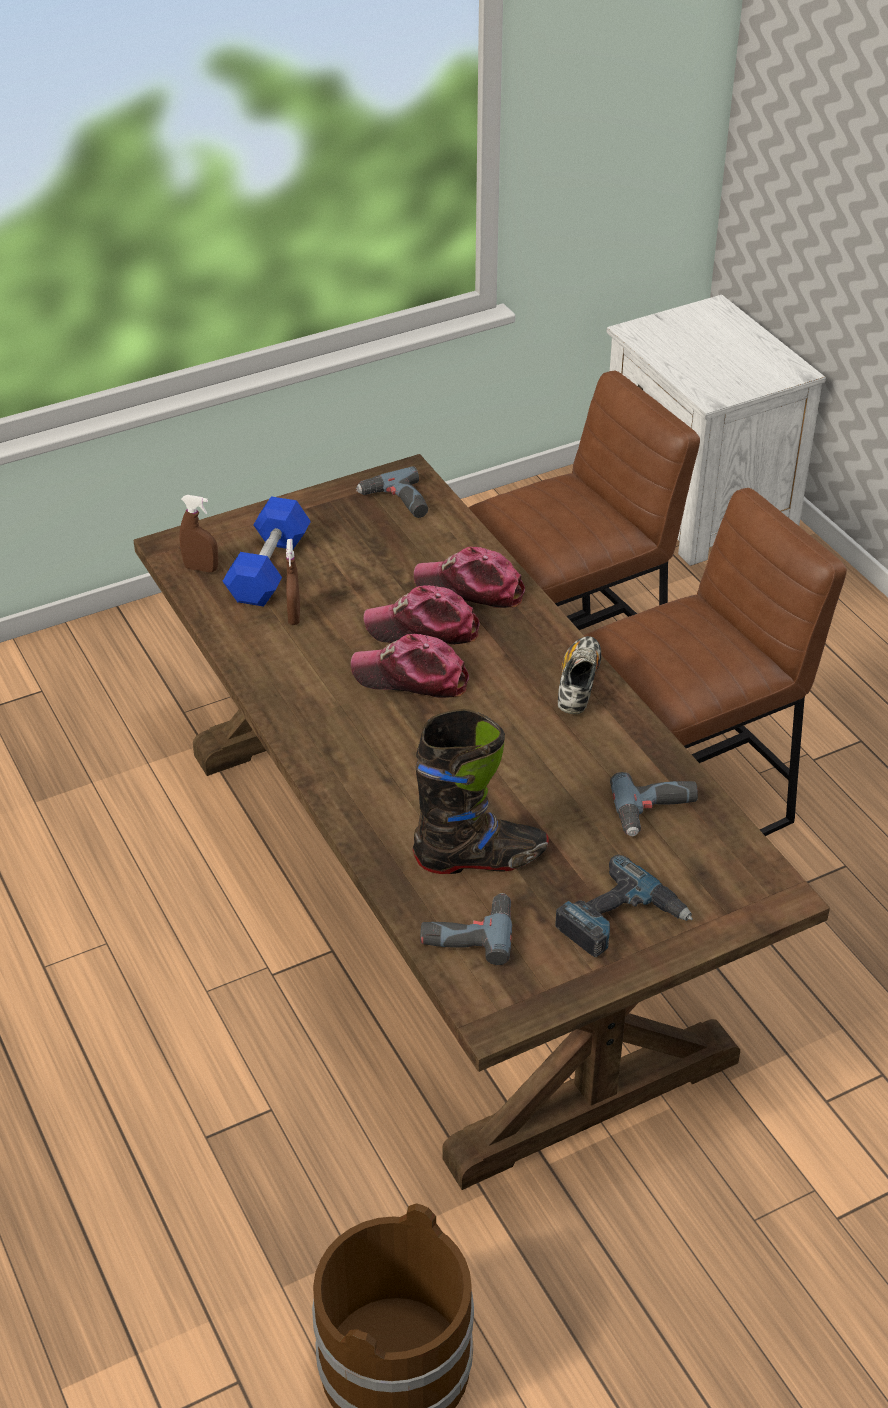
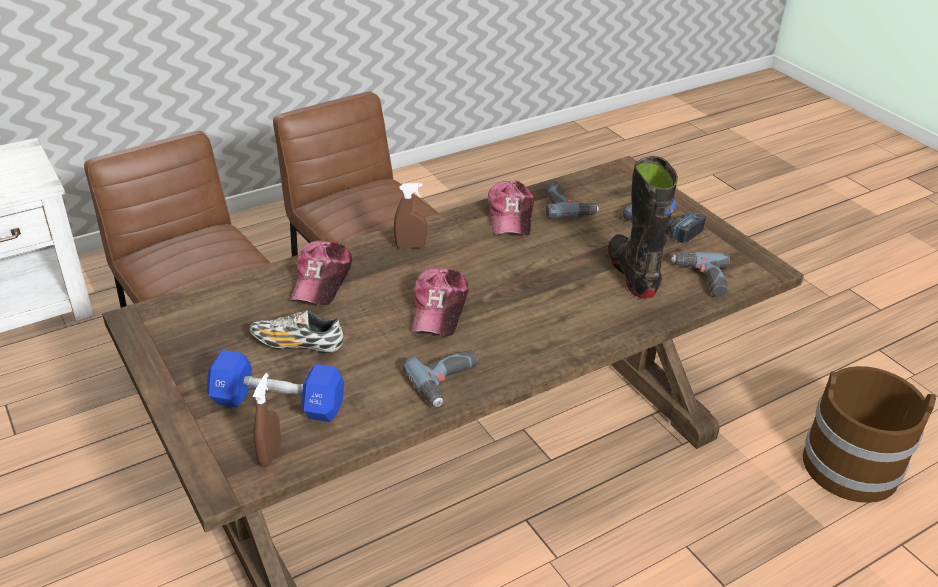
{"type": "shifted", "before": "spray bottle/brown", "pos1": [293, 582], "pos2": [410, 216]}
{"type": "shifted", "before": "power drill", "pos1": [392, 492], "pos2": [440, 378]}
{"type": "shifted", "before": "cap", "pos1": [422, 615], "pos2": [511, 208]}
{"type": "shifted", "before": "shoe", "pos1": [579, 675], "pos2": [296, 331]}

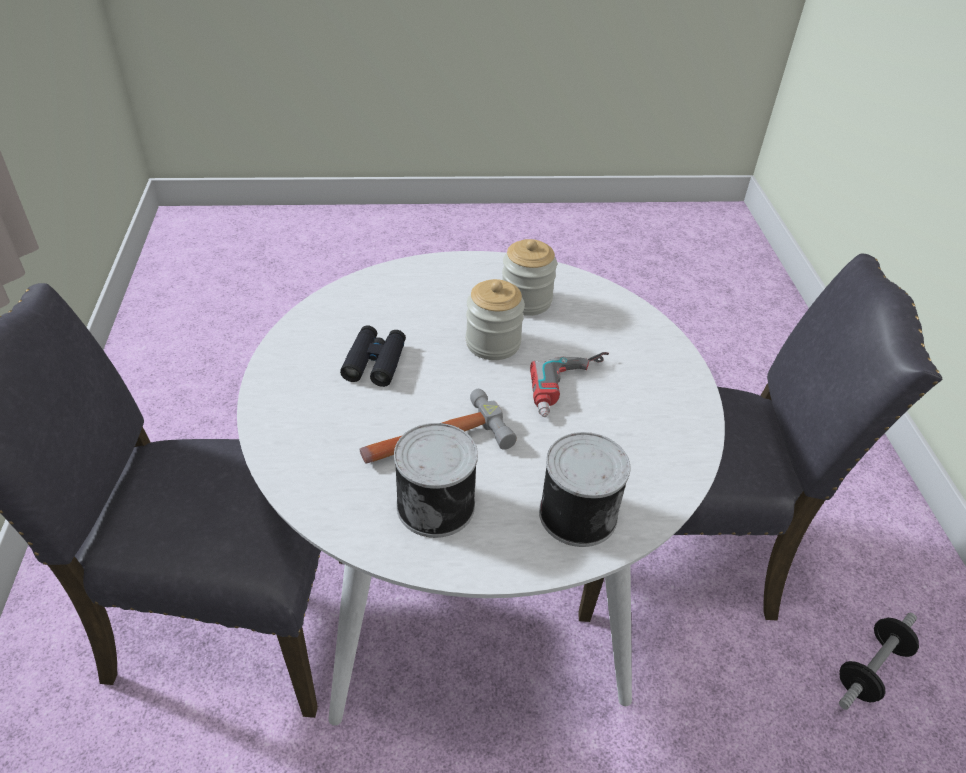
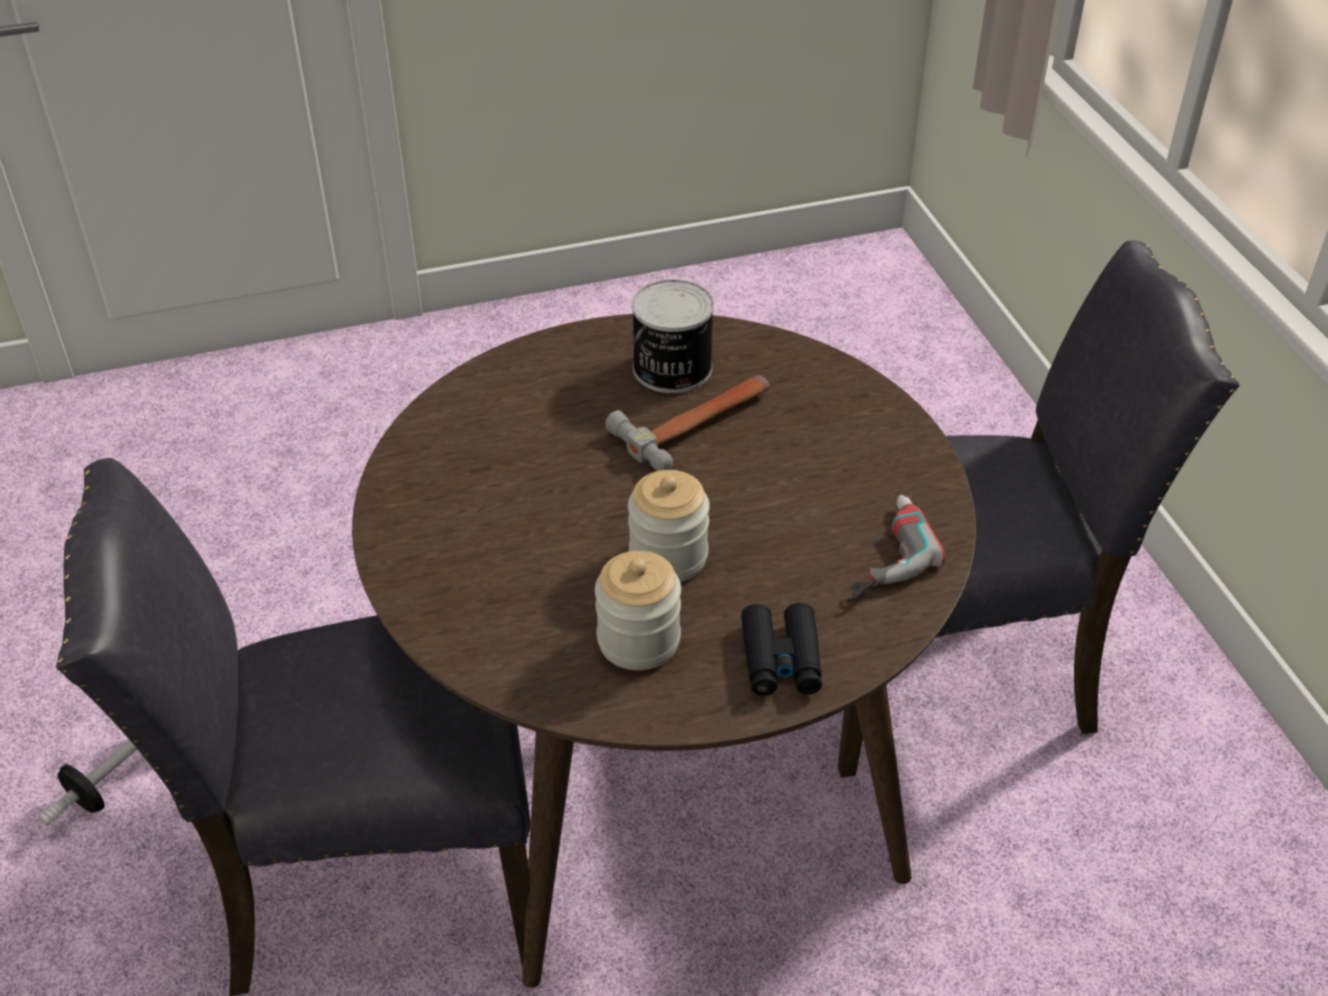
{"type": "gone", "before": "can", "pos1": [584, 489]}
{"type": "shifted", "before": "binoculars/black", "pos1": [373, 356], "pos2": [781, 649]}
{"type": "shifted", "before": "power drill", "pos1": [569, 384], "pos2": [895, 548]}
{"type": "repainted", "before": "dining table/white", "after": "dining table/brown", "pos1": [481, 488], "pos2": [664, 651]}

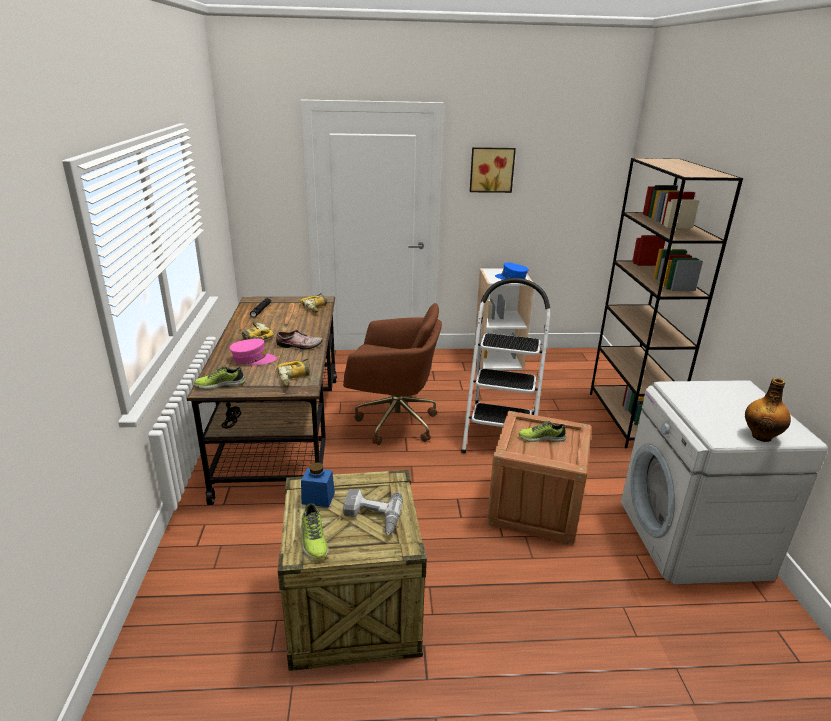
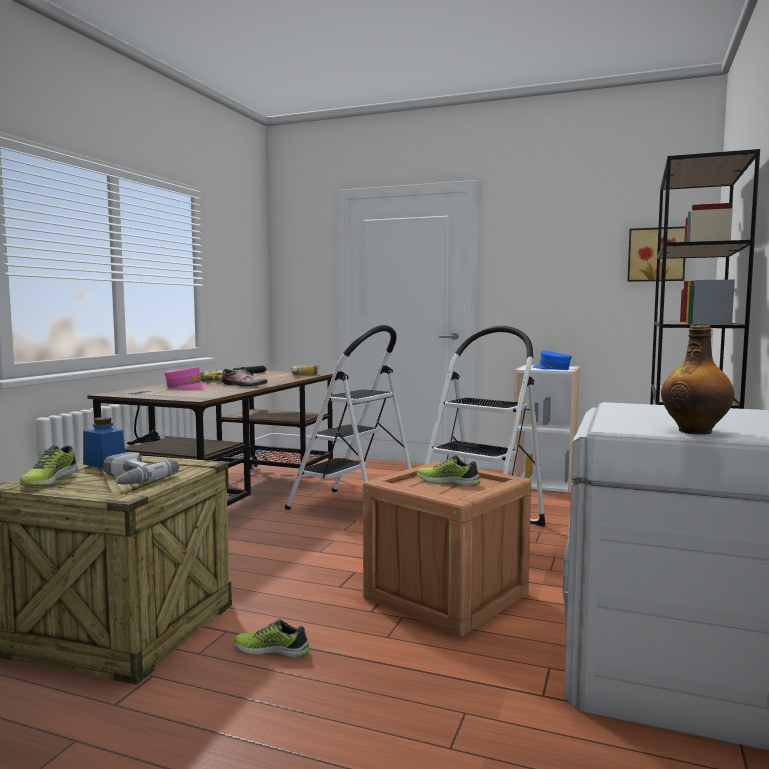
{"type": "gone", "before": "power drill", "pos1": [294, 372]}
{"type": "shifted", "before": "shoe", "pos1": [220, 377], "pos2": [272, 638]}
{"type": "shifted", "before": "picture", "pos1": [493, 170], "pos2": [656, 254]}
{"type": "swapped", "before": "office chair/brown", "after": "step ladder", "pos1": [392, 374], "pos2": [348, 417]}

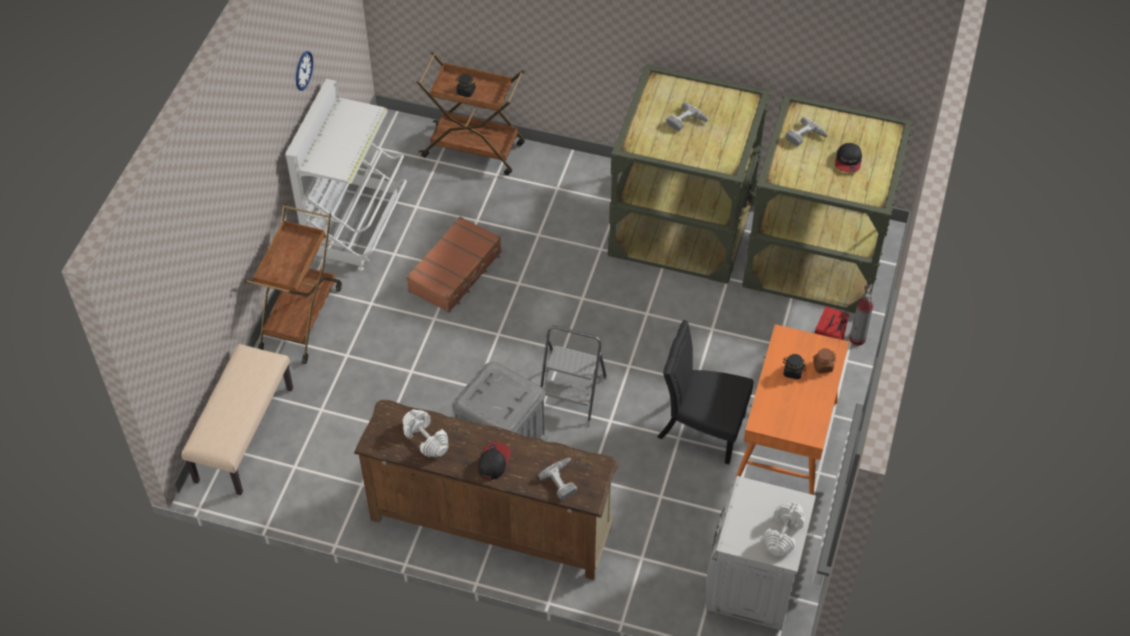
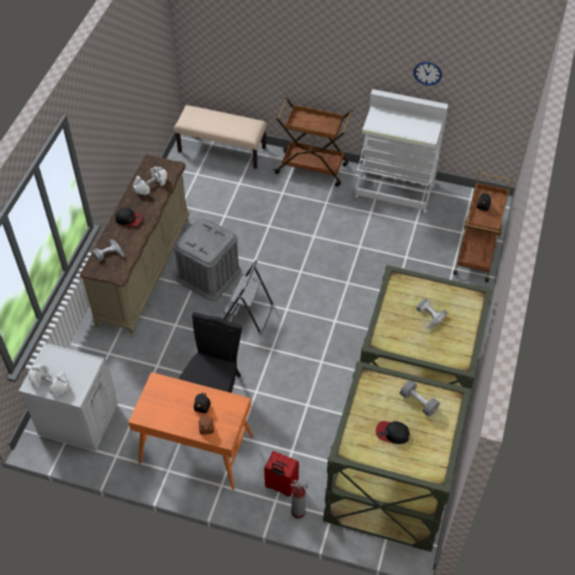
{"type": "gone", "before": "suitcase/brown", "pos1": [454, 265]}
{"type": "swapped", "before": "power drill", "after": "dumbbell/grey", "pos1": [807, 131], "pos2": [420, 398]}

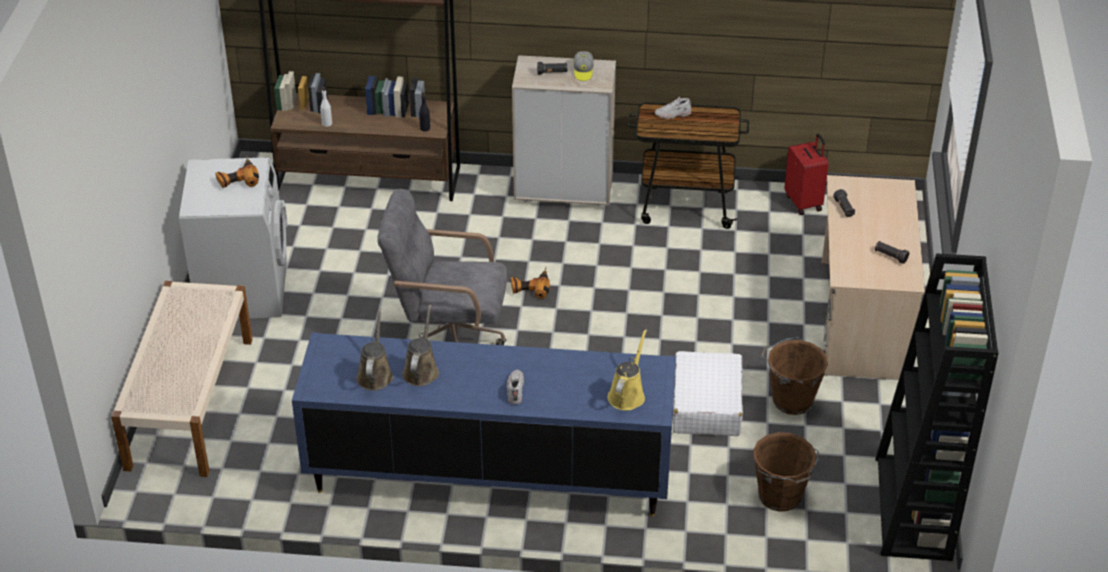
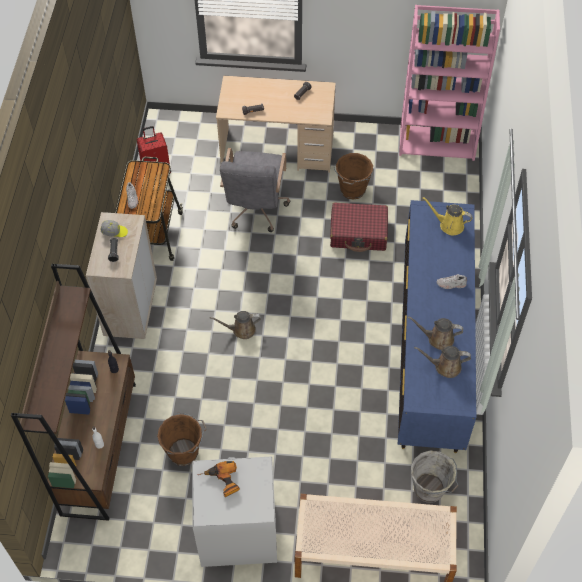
{"type": "new", "after": "bucket/grey", "pos2": [435, 477]}
{"type": "shifted", "before": "office chair/grey", "pos1": [442, 267], "pos2": [255, 190]}
{"type": "shifted", "before": "bucket/brown", "pos1": [786, 472], "pos2": [182, 439]}
{"type": "swapped", "before": "power drill", "after": "watering can/brown", "pos1": [530, 283], "pos2": [235, 325]}
{"type": "repainted", "before": "suitcase/white", "after": "suitcase/red", "pos1": [708, 393], "pos2": [359, 227]}
{"type": "repainted", "before": "bookcase/black", "after": "bookcase/pink", "pos1": [937, 407], "pos2": [449, 83]}

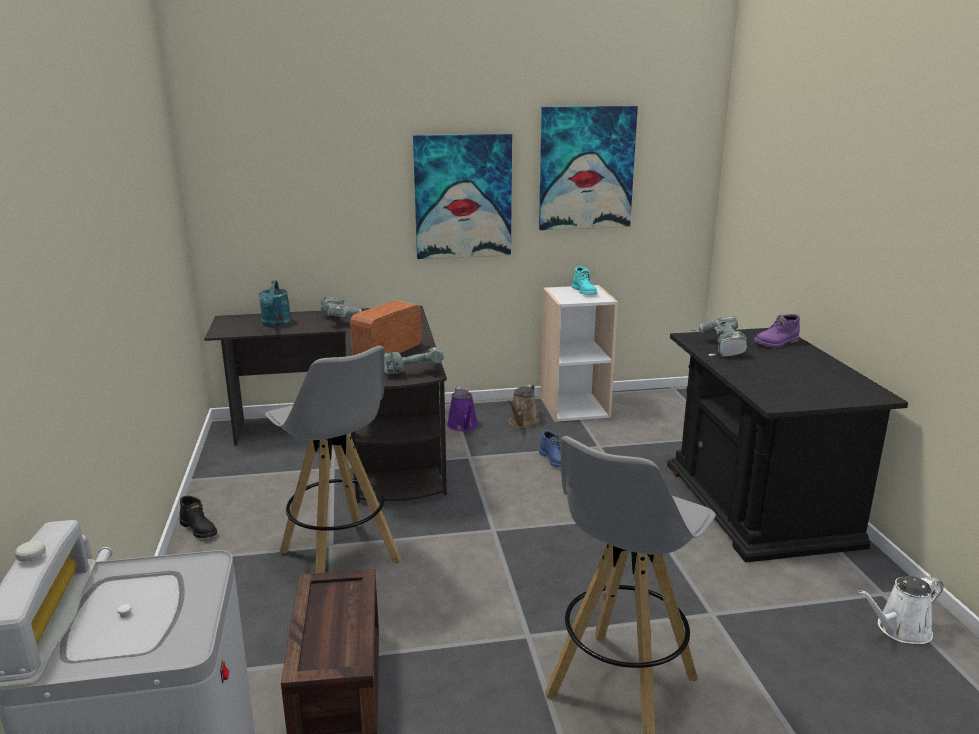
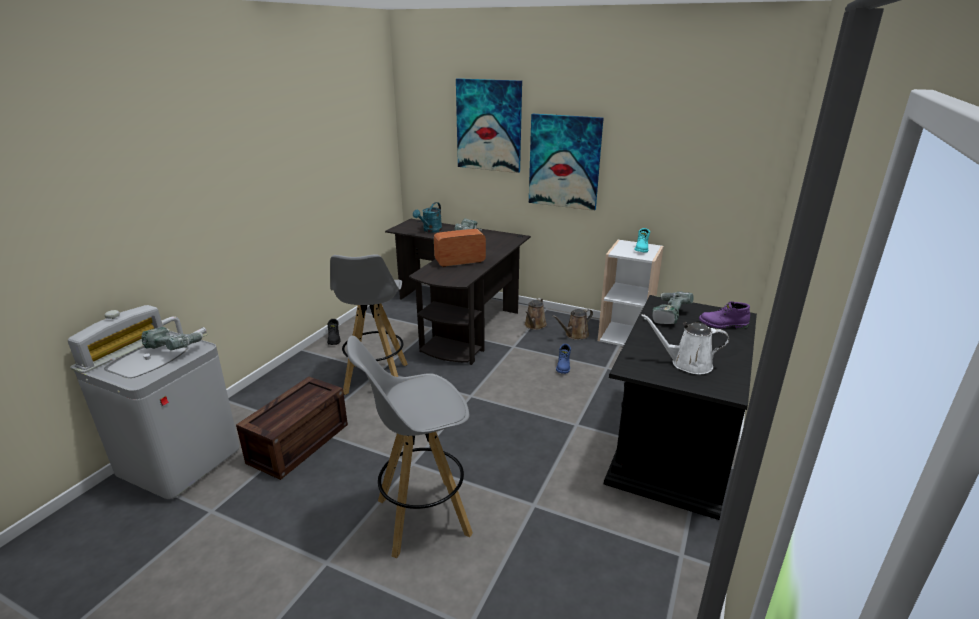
{"type": "shifted", "before": "power drill", "pos1": [414, 361], "pos2": [174, 338]}
{"type": "shifted", "before": "picture", "pos1": [588, 168], "pos2": [489, 125]}
{"type": "shifted", "before": "watering can/white", "pos1": [901, 610], "pos2": [685, 344]}
{"type": "repainted", "before": "watering can/purple", "after": "watering can/brown", "pos1": [463, 409], "pos2": [535, 314]}

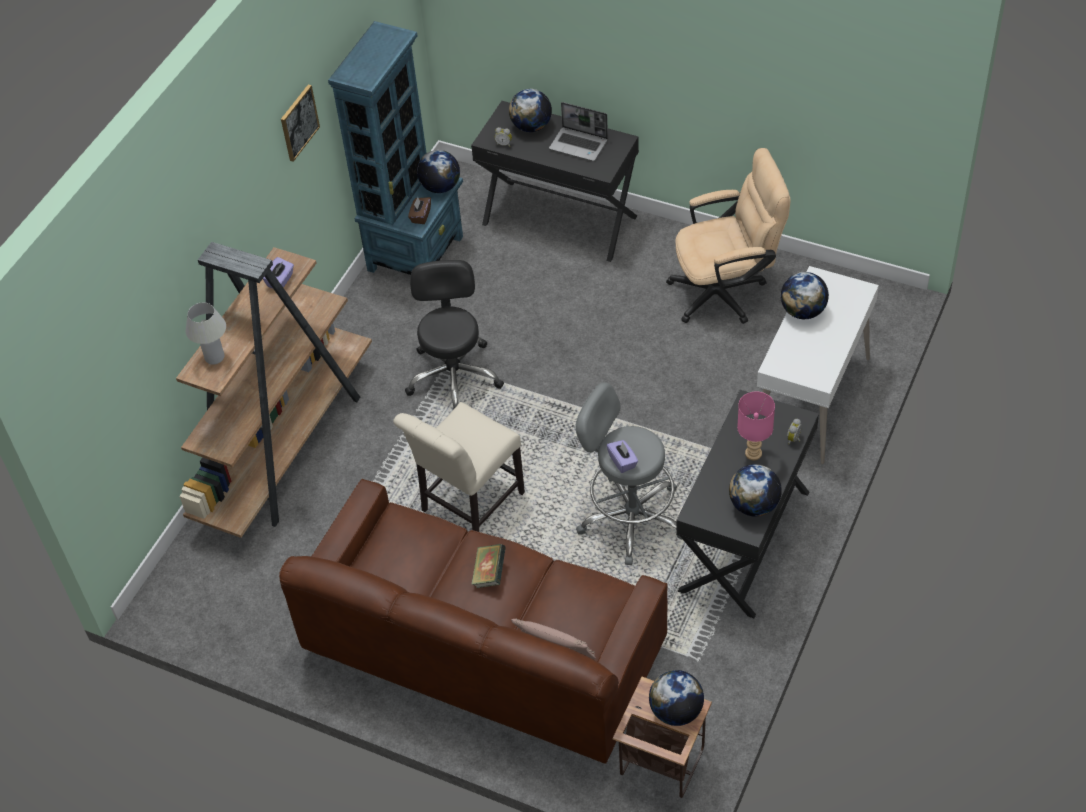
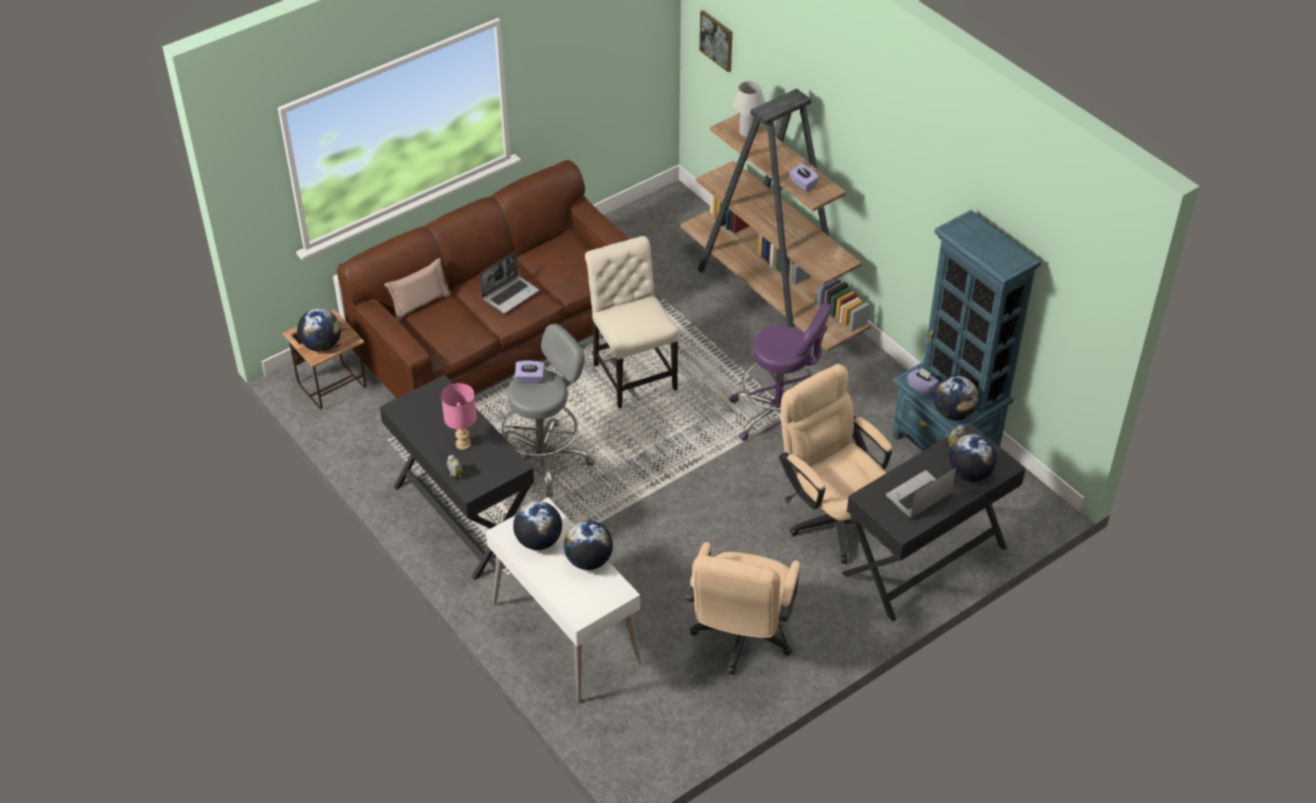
{"type": "new", "after": "office chair/beige", "pos2": [835, 463]}
{"type": "shifted", "before": "picture", "pos1": [300, 123], "pos2": [716, 41]}
{"type": "shifted", "before": "globe", "pos1": [755, 490], "pos2": [537, 525]}
{"type": "swapped", "before": "office chair/black", "after": "stool/purple", "pos1": [454, 335], "pos2": [780, 371]}
{"type": "swapped", "before": "book", "after": "laptop", "pos1": [488, 566], "pos2": [509, 282]}
{"type": "repainted", "before": "tissue box/brown", "after": "tissue box/purple", "pos1": [419, 210], "pos2": [923, 382]}

